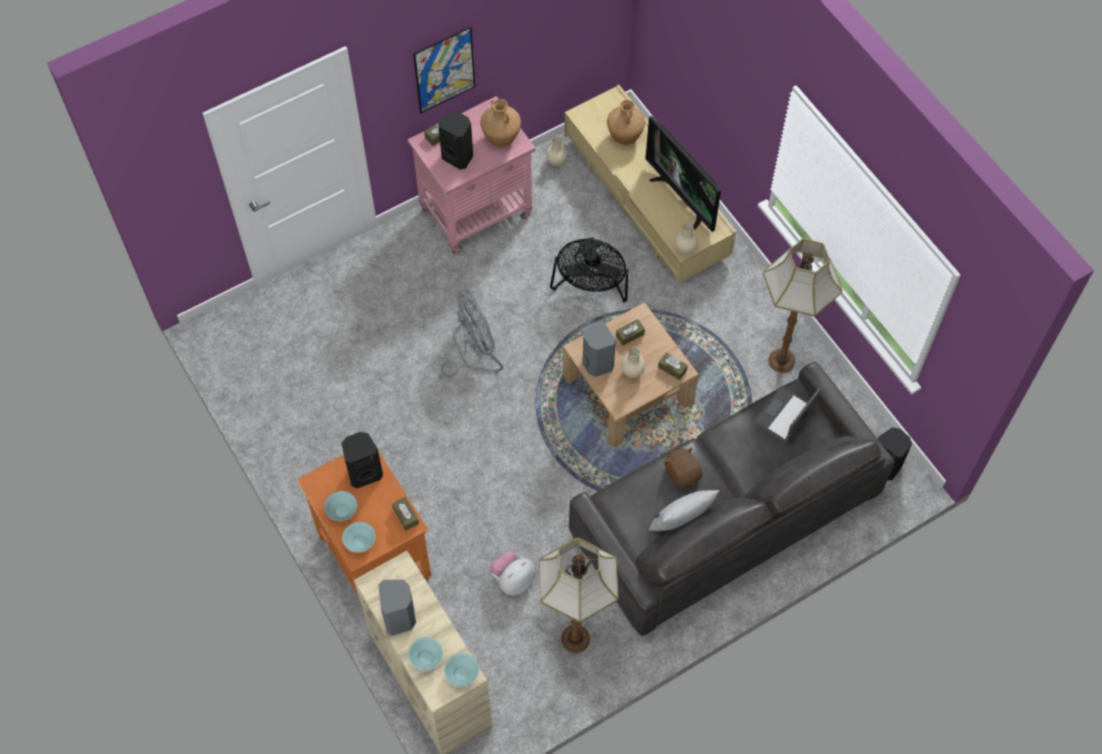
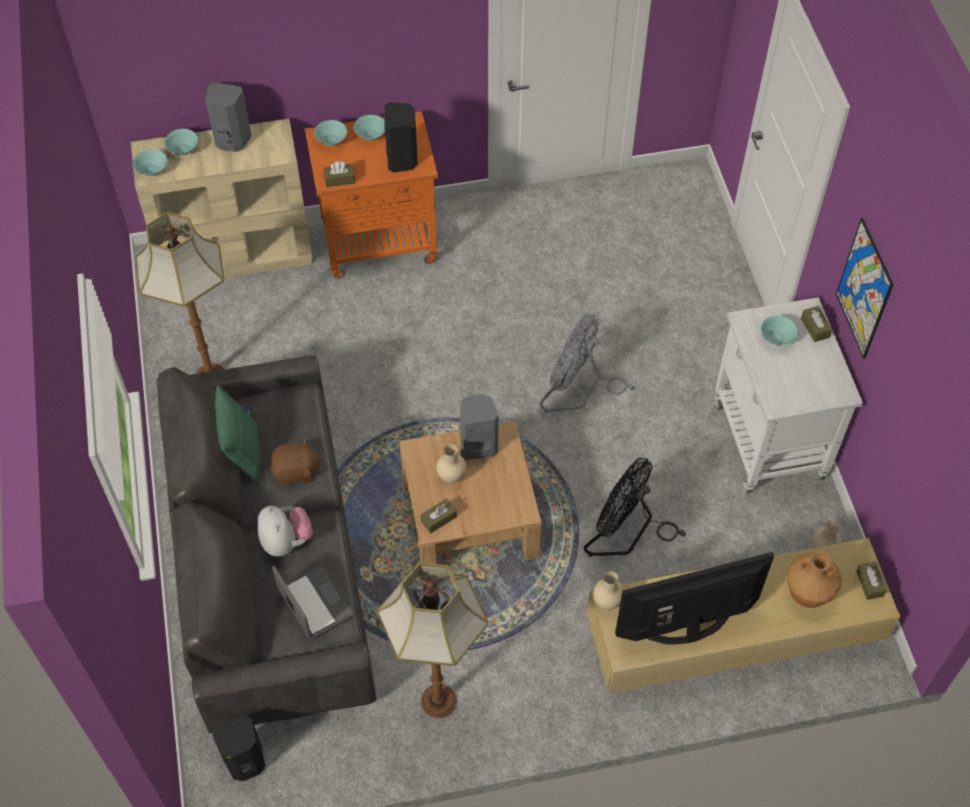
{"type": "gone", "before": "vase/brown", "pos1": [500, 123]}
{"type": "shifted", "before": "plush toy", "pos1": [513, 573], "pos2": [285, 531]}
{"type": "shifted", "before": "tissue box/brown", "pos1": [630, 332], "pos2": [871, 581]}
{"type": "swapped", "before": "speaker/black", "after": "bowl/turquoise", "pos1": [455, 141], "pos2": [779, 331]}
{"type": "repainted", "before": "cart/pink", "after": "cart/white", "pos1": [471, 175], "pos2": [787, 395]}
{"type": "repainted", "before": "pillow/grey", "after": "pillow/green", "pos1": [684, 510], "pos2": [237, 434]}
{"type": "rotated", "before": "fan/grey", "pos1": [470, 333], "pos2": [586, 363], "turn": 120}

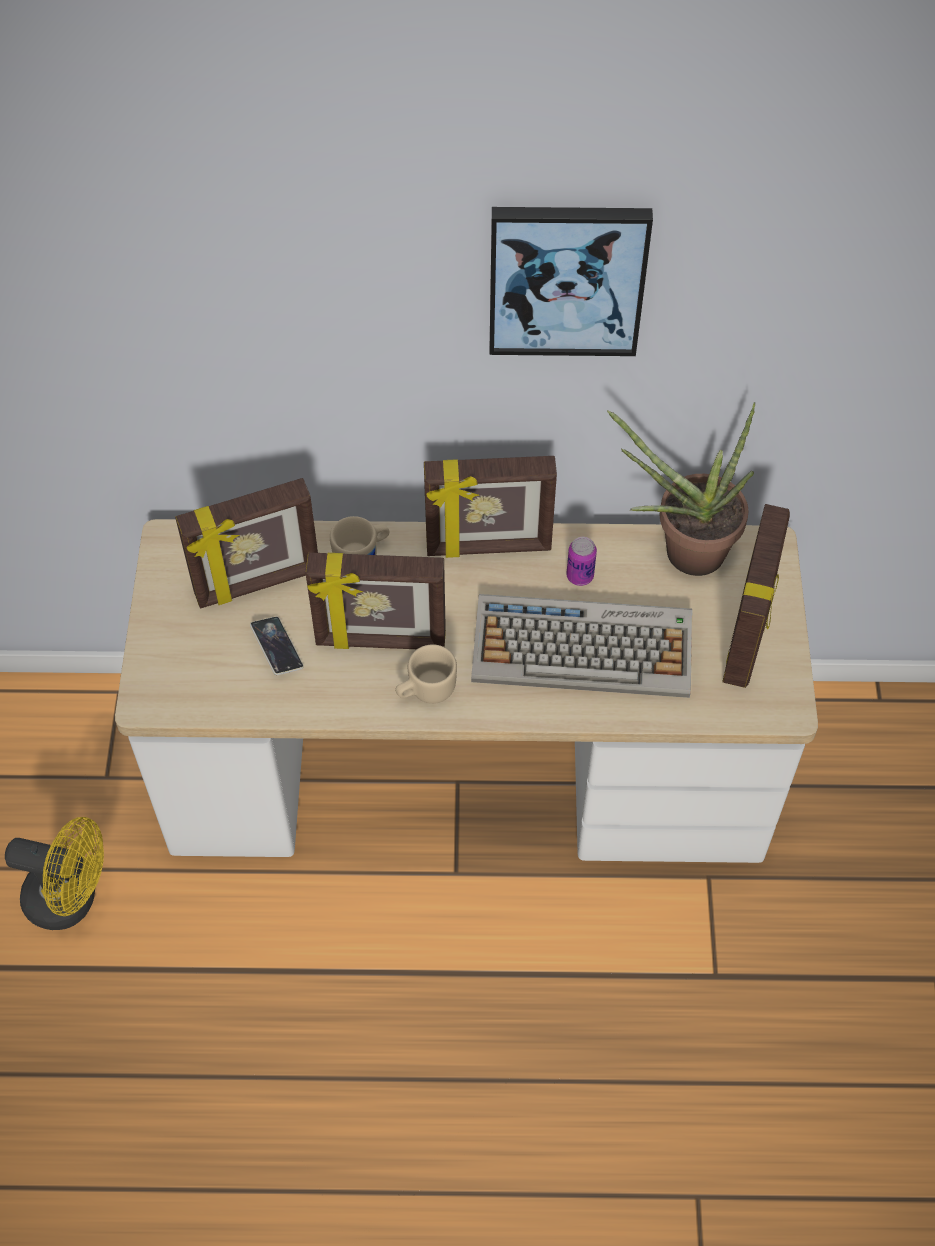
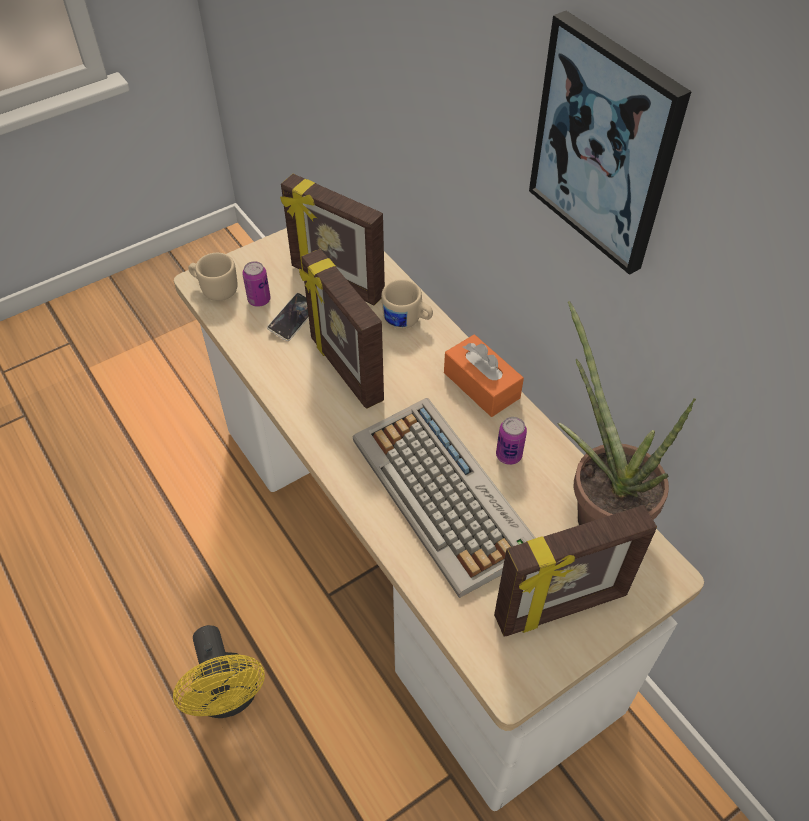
{"type": "new", "after": "can", "pos2": [257, 284]}
{"type": "shifted", "before": "fan/yellow", "pos1": [54, 873], "pos2": [219, 671]}
{"type": "shifted", "before": "mug/beige", "pos1": [426, 674], "pos2": [213, 277]}
{"type": "swapped", "before": "picture frame", "after": "tissue box/orange", "pos1": [490, 507], "pos2": [484, 375]}

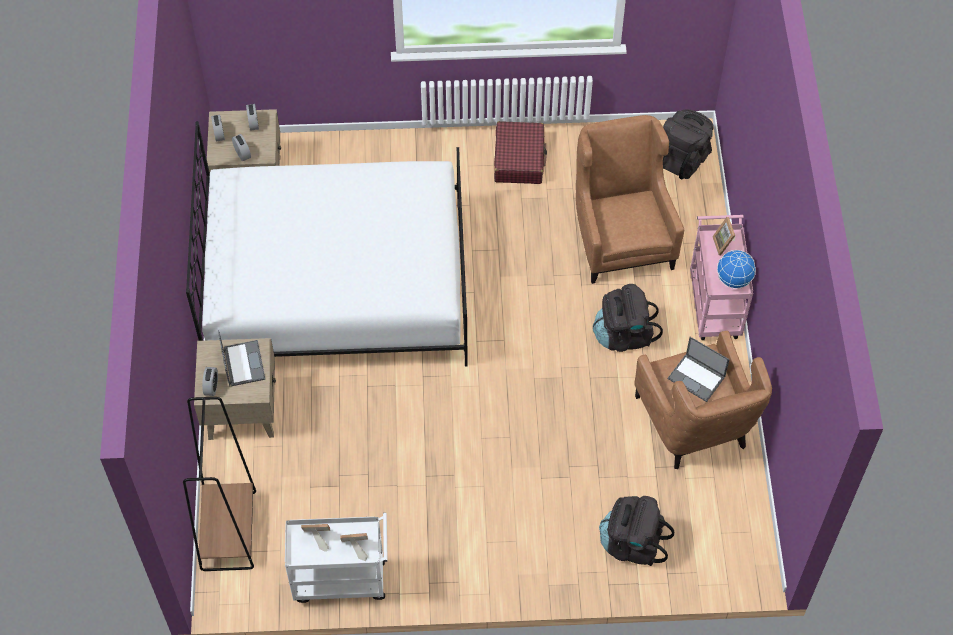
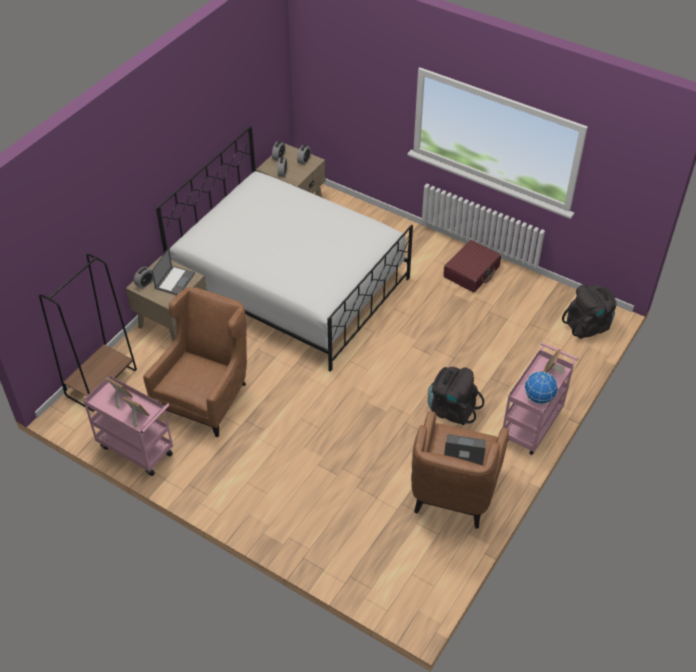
{"type": "gone", "before": "backpack/black", "pos1": [636, 531]}
{"type": "shifted", "before": "armchair/brown", "pos1": [630, 199], "pos2": [195, 362]}
{"type": "repainted", "before": "cart/white", "after": "cart/pink", "pos1": [336, 558], "pos2": [128, 425]}
{"type": "rotated", "before": "laptop", "pos1": [699, 369], "pos2": [465, 449], "turn": 120}

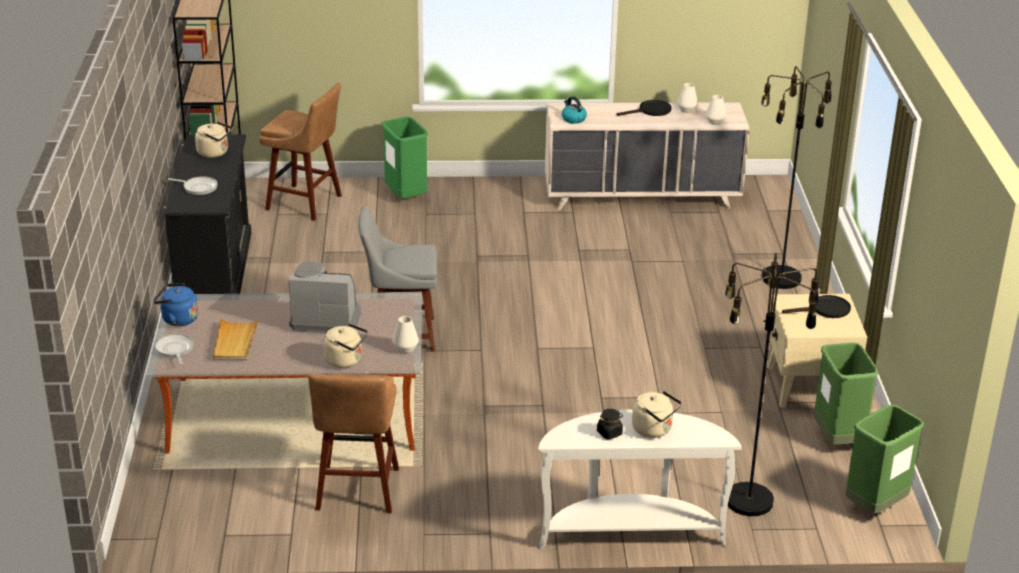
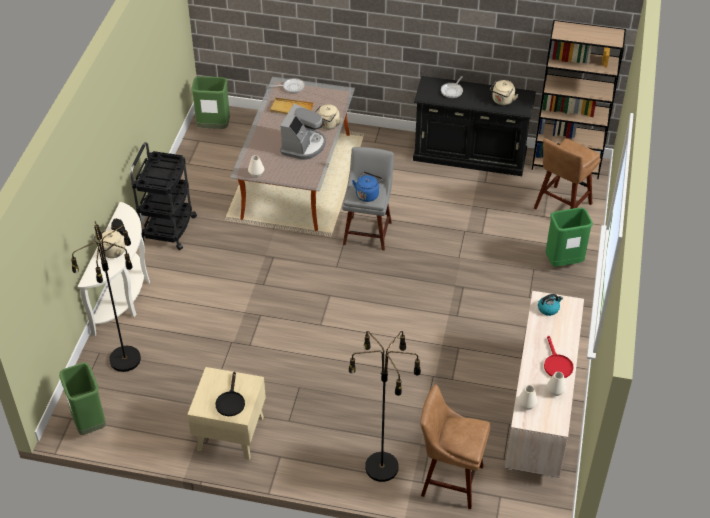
{"type": "new", "after": "cart/black", "pos2": [163, 196]}
{"type": "shifted", "before": "kettle/blue", "pos1": [175, 304], "pos2": [367, 187]}
{"type": "shifted", "before": "stool/brown", "pos1": [353, 443], "pos2": [455, 446]}
{"type": "shifted", "before": "kettle/beige", "pos1": [346, 345], "pos2": [328, 116]}
{"type": "shifted", "before": "trash can/green", "pos1": [846, 393], "pos2": [210, 102]}
{"type": "repainted", "before": "frying pan/black", "after": "frying pan/red", "pos1": [644, 108], "pos2": [559, 357]}

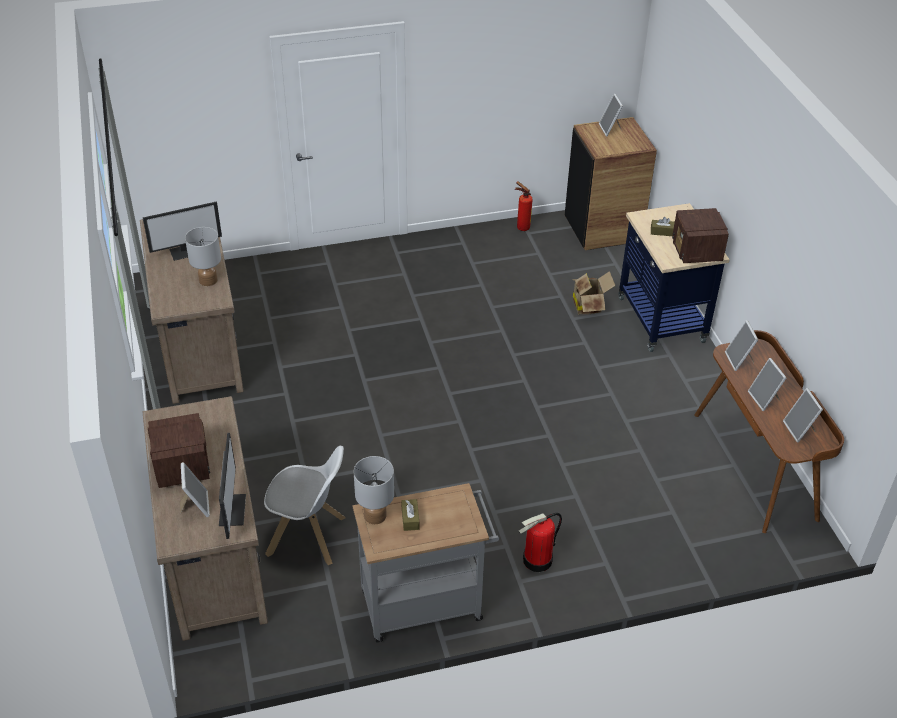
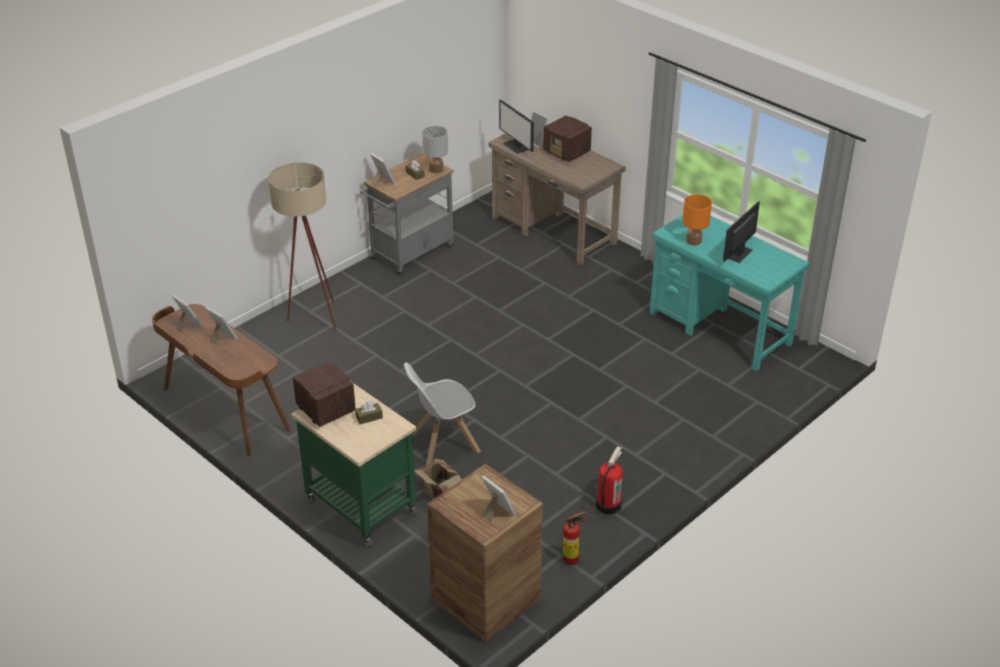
{"type": "new", "after": "floor lamp/beige", "pos2": [302, 246]}
{"type": "shifted", "before": "chair", "pos1": [305, 505], "pos2": [442, 413]}
{"type": "shifted", "before": "fire extinguisher", "pos1": [540, 542], "pos2": [609, 480]}
{"type": "shifted", "before": "picture frame", "pos1": [741, 345], "pos2": [382, 170]}
{"type": "repainted", "before": "desk/brown", "after": "desk/turquoise", "pos1": [192, 311], "pos2": [730, 293]}
{"type": "repainted", "before": "table lamp/grey", "after": "table lamp/orange", "pos1": [203, 256], "pos2": [697, 220]}
{"type": "repainted", "before": "cart/blue", "after": "cart/green", "pos1": [674, 277], "pos2": [354, 465]}

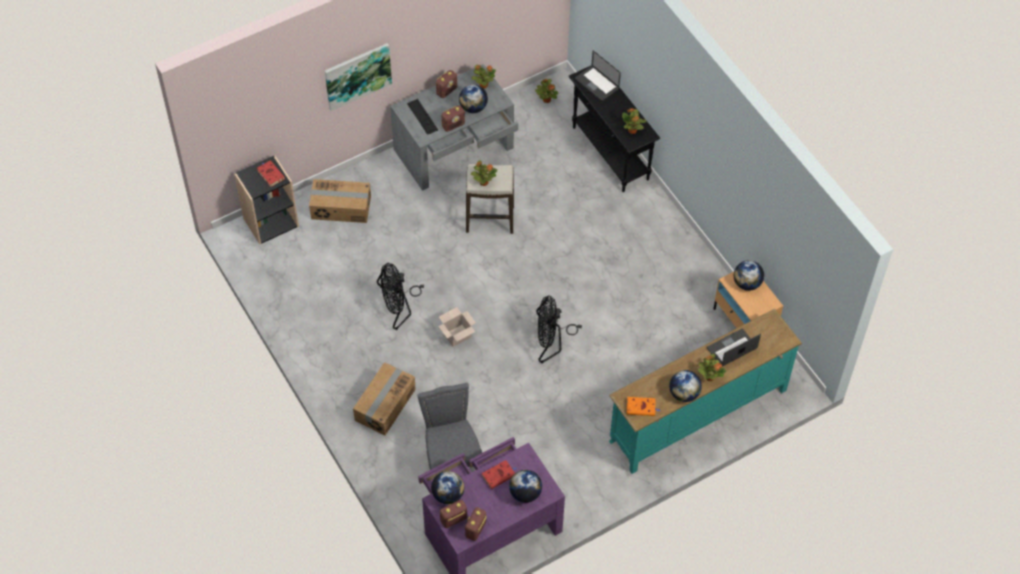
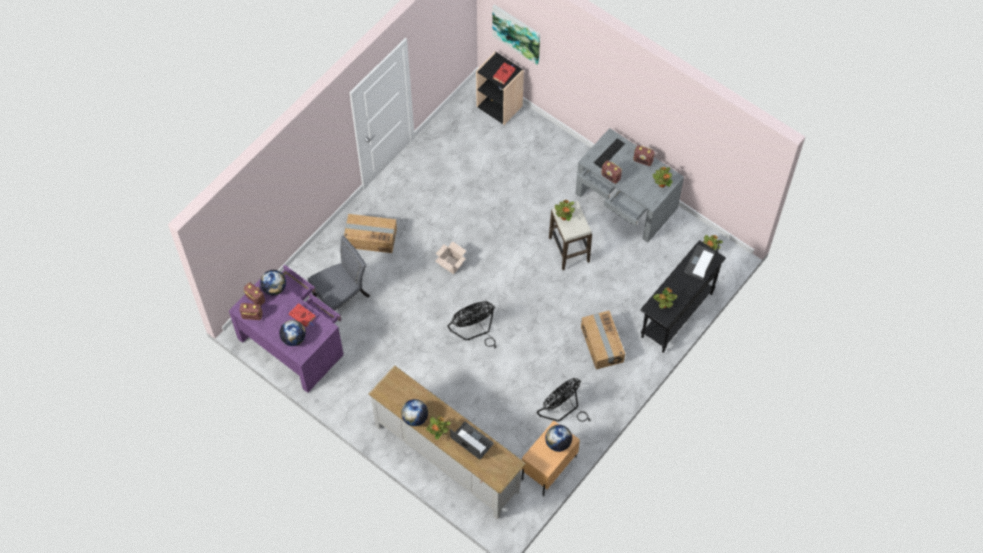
{"type": "gone", "before": "globe", "pos1": [473, 98]}
{"type": "gone", "before": "book/orange", "pos1": [643, 406]}
{"type": "shifted", "before": "cardboard box", "pos1": [340, 201], "pos2": [603, 339]}
{"type": "shifted", "before": "picture", "pos1": [358, 77], "pos2": [516, 34]}
{"type": "shifted", "before": "fan/black", "pos1": [401, 296], "pos2": [564, 400]}
{"type": "repainted", "before": "cabinet/turquoise", "after": "cabinet/grey", "pos1": [705, 391], "pos2": [447, 442]}

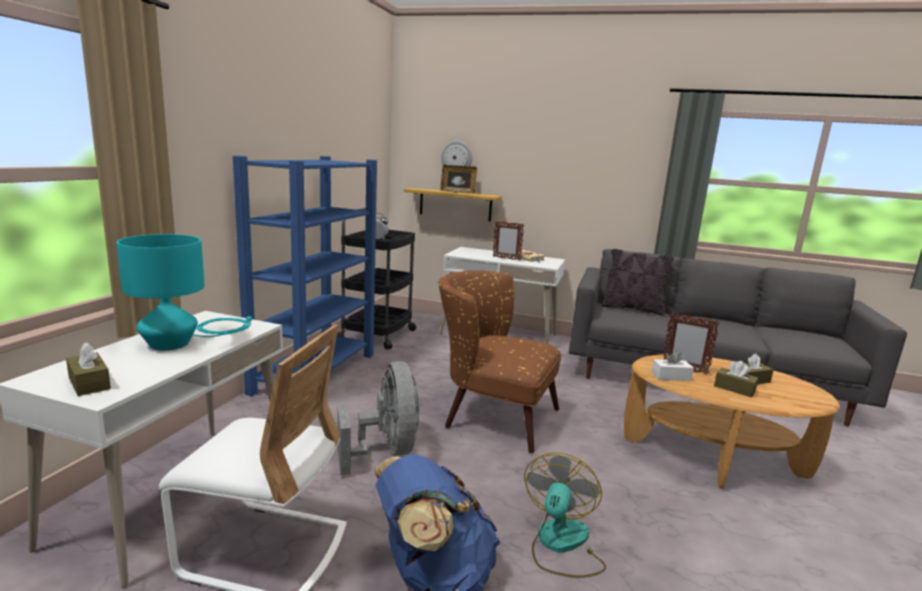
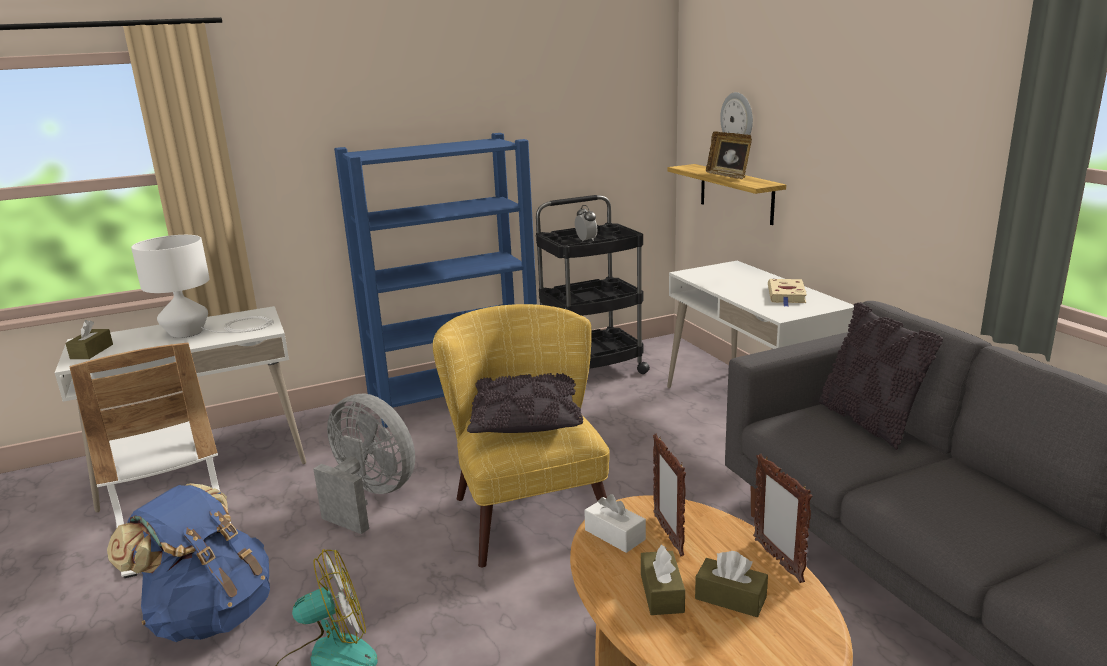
{"type": "new", "after": "pillow/black", "pos2": [525, 403]}
{"type": "shifted", "before": "picture frame", "pos1": [508, 240], "pos2": [783, 518]}
{"type": "repainted", "before": "table lamp/turquoise", "after": "table lamp/white", "pos1": [185, 292], "pos2": [202, 286]}
{"type": "repainted", "before": "armchair/brown", "after": "armchair/yellow", "pos1": [499, 362], "pos2": [521, 436]}
{"type": "rotated", "before": "fan/grey", "pos1": [379, 418], "pos2": [364, 464], "turn": -90}

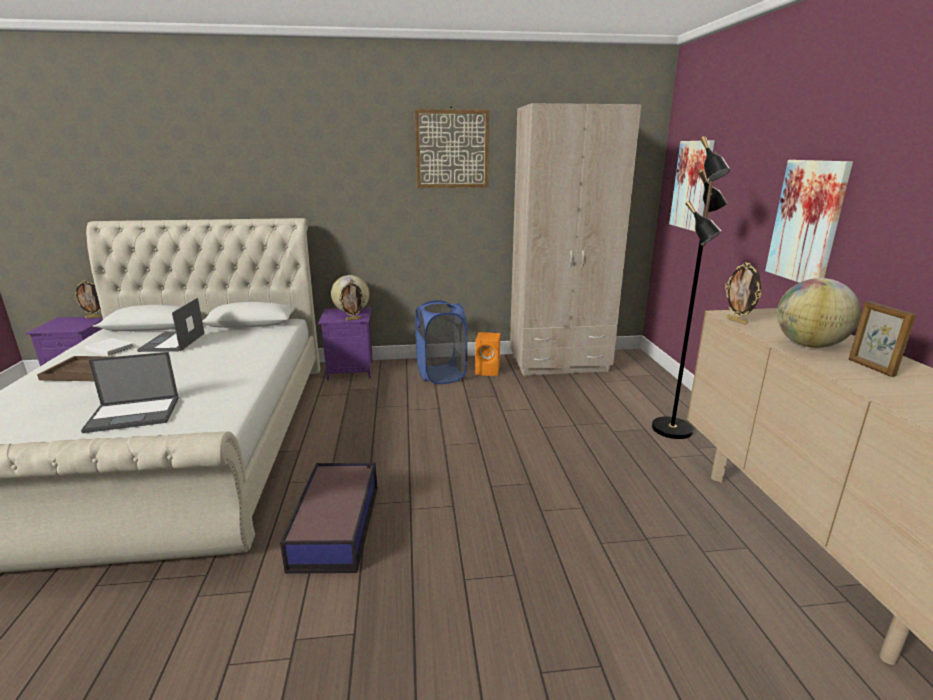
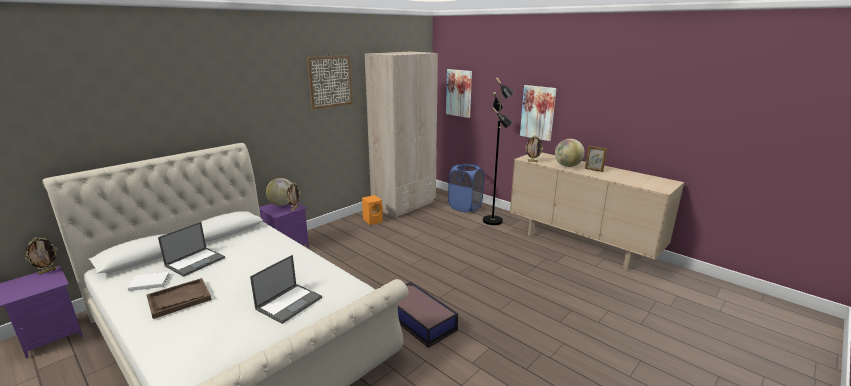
{"type": "shifted", "before": "laundry basket/blue", "pos1": [441, 342], "pos2": [466, 187]}
{"type": "rotated", "before": "laptop", "pos1": [171, 325], "pos2": [191, 249], "turn": -105}

